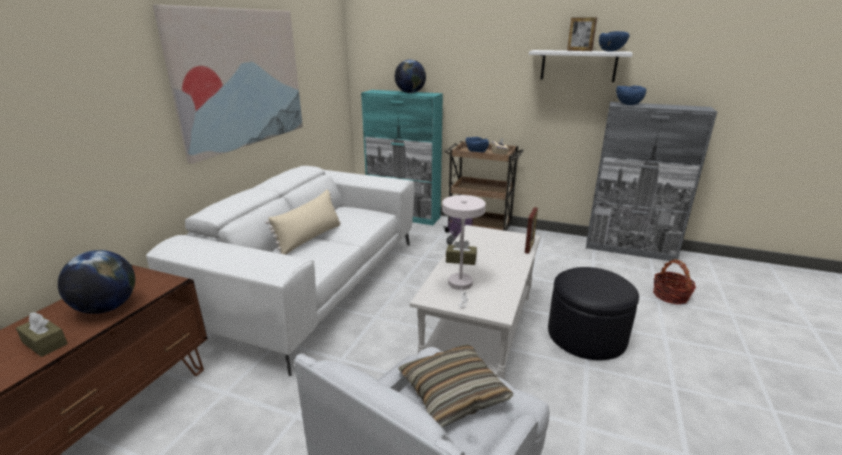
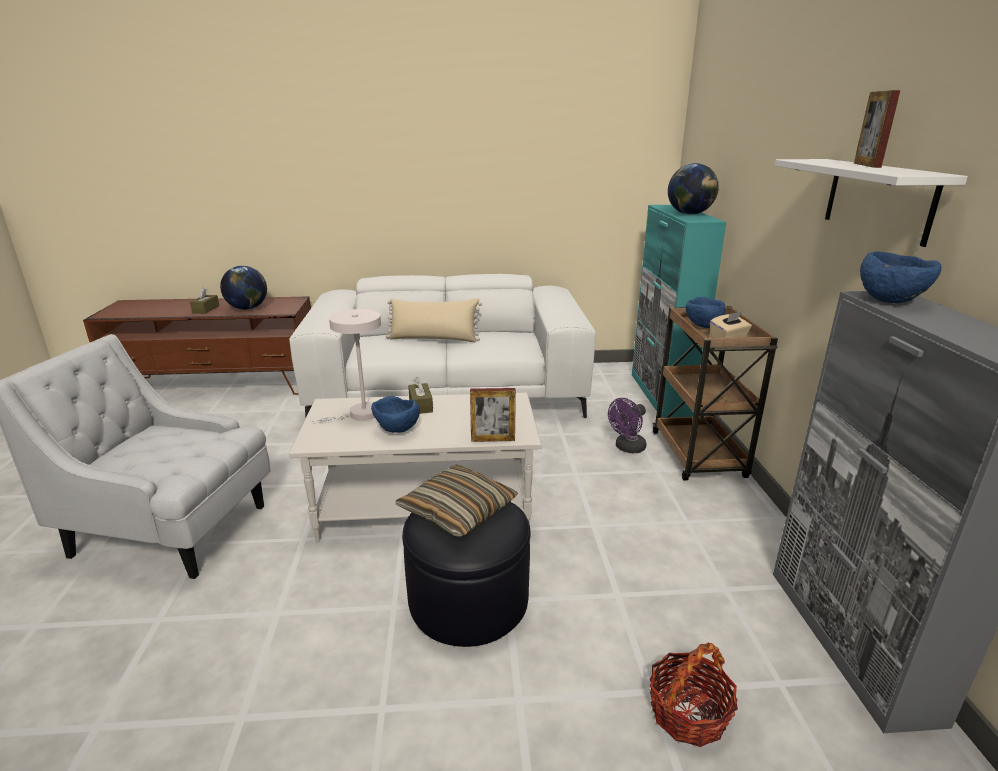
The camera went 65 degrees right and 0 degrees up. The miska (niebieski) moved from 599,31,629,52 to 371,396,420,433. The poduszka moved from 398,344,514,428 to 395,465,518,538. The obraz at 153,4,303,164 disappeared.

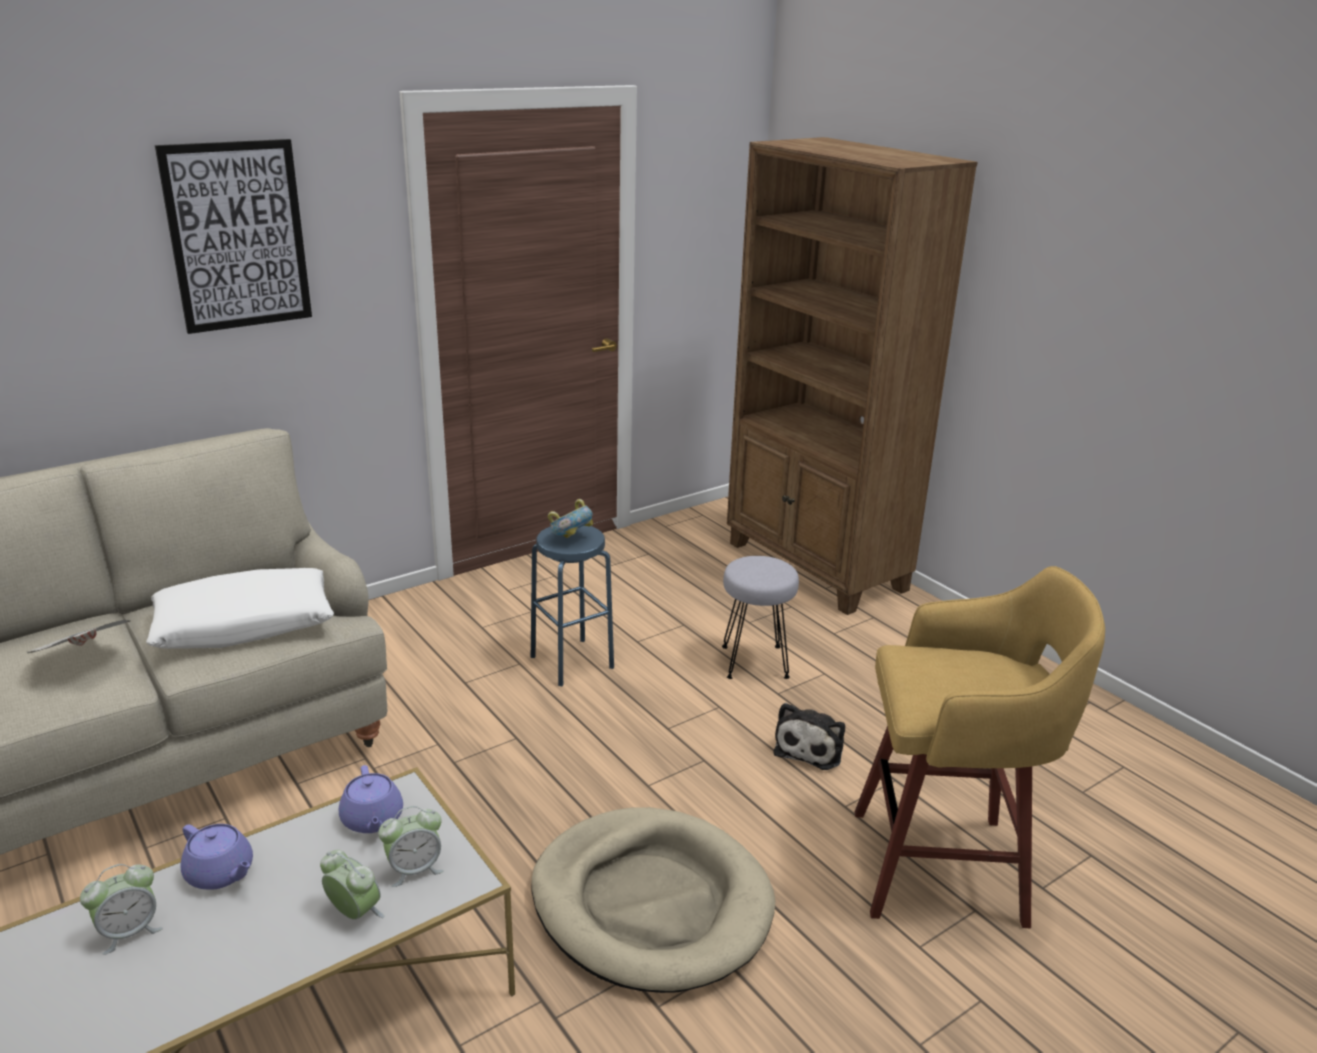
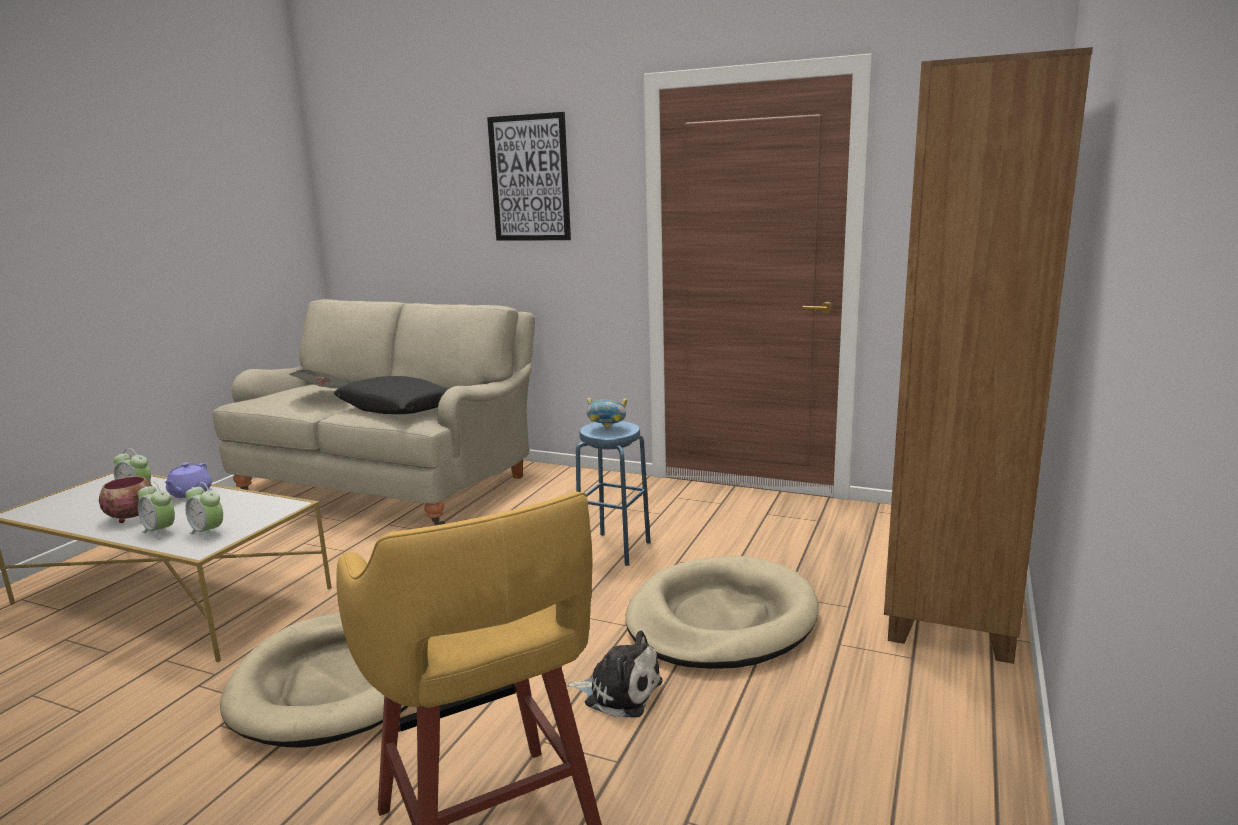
The camera went 60 degrees right and 10 degrees down. The miska at 99,476,152,523 appeared. The budzik at 320,849,384,920 turned 120 degrees clockwise. The poduszka (biały) at 146,568,334,649 became the poduszka (czarny) at 334,376,448,414. The pluszak at 773,703,845,770 turned 150 degrees counterclockwise. The stołek (szary) at 722,556,799,679 was replaced by the legowisko (beżowy) at 625,556,819,669. The imbryk (fioletowy) at 339,765,403,833 disappeared.

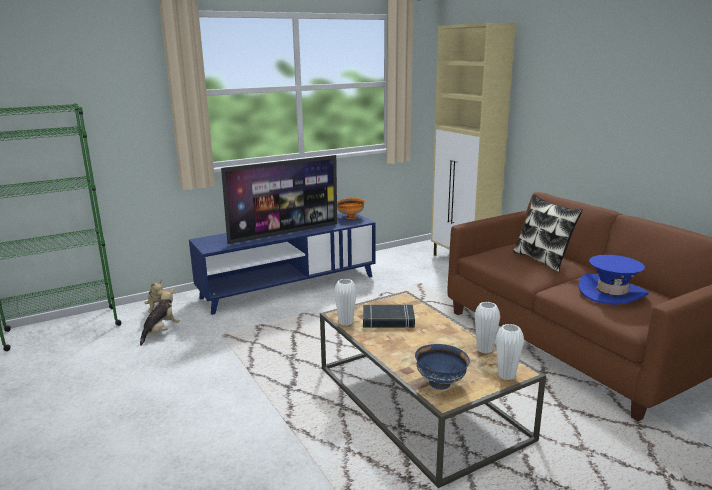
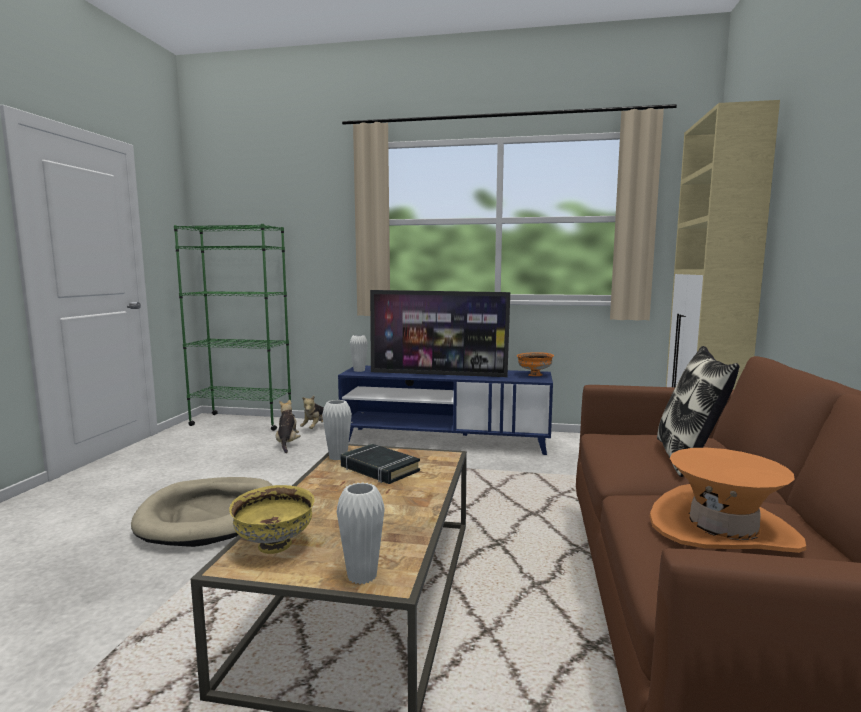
The camera went 40 degrees right and 10 degrees down. The legowisko (beżowy) at 131,477,273,547 appeared. The miska (niebieski) at 415,344,470,390 became the miska (żółty) at 229,485,315,554. The pluszak at 140,288,180,346 turned 75 degrees counterclockwise. The wazon (biały) moved from 475,302,500,354 to 350,335,368,372. The kapelusz (niebieski) at 578,255,648,305 became the kapelusz (pomarańczowy) at 650,448,806,553.

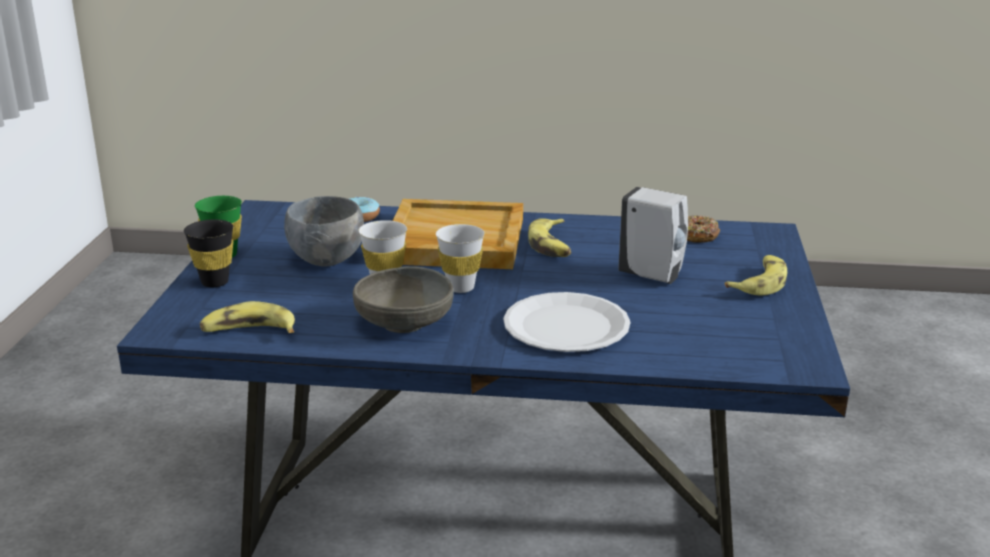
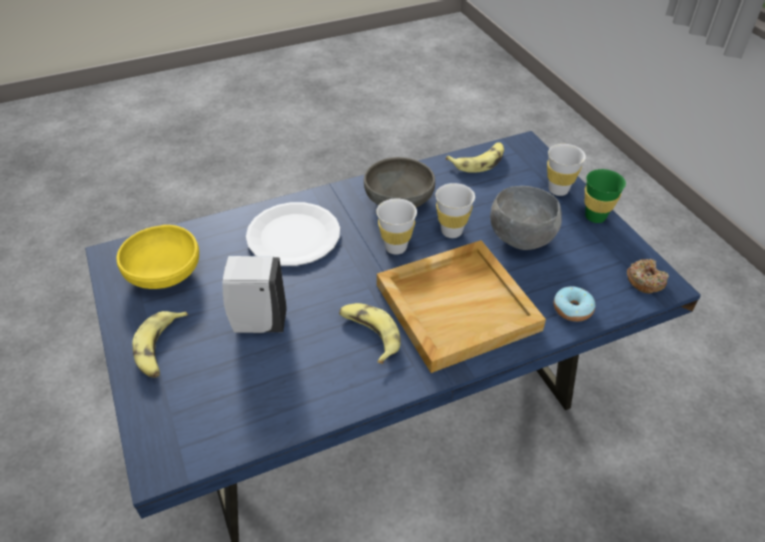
The camera went 150 degrees right and 20 degrees up. The miska (żółty) at 116,225,199,289 appeared. The filiżanka (czarny) at 184,219,233,287 became the filiżanka (biały) at 547,144,586,196. The donut moved from 687,215,720,243 to 627,259,669,293.

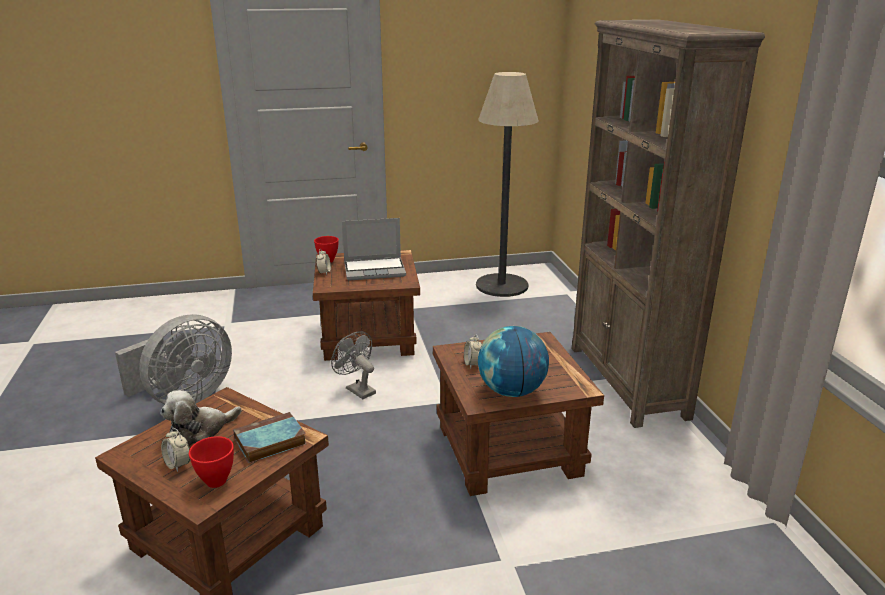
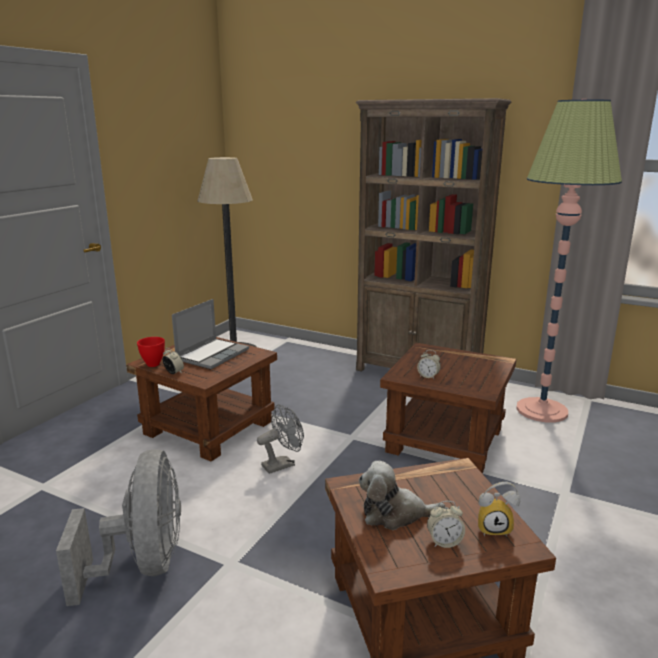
The camera went 50 degrees left and 5 degrees down. The wentylator (szary) at 331,331,376,399 turned 150 degrees clockwise. The pluszak at 160,390,241,446 turned 90 degrees clockwise. The miska (czerwony) at 189,436,234,488 was replaced by the budzik at 478,482,520,537. The lampa stojąca at 516,99,622,423 appeared. The książka at 233,412,307,463 disappeared. The globus at 478,326,549,397 disappeared.

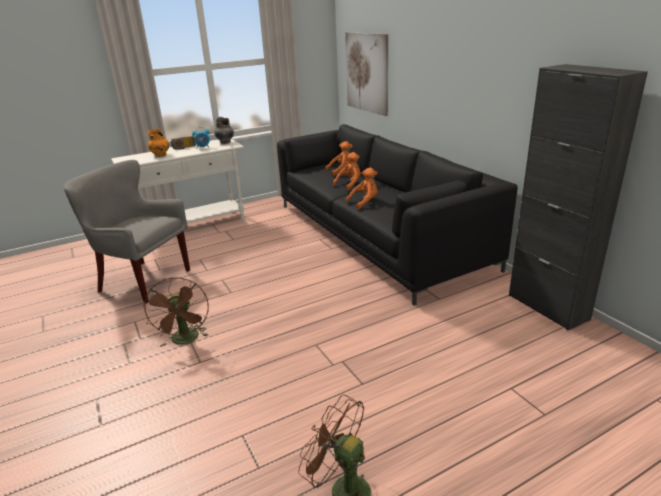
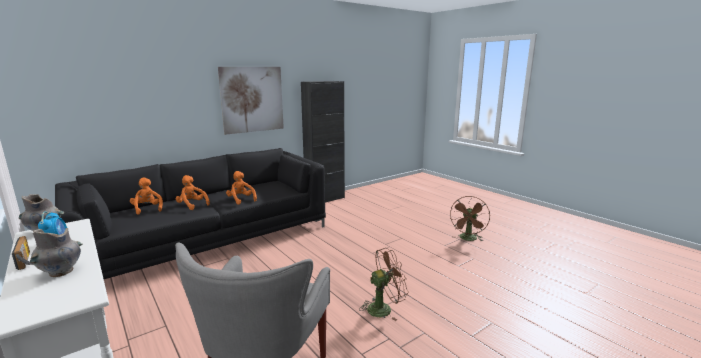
The camera went 100 degrees left and 10 degrees down. The wazon (pomarańczowy) at 148,129,169,157 became the wazon (szary) at 30,228,82,277. The obraz moved from 345,32,388,116 to 218,67,284,135.

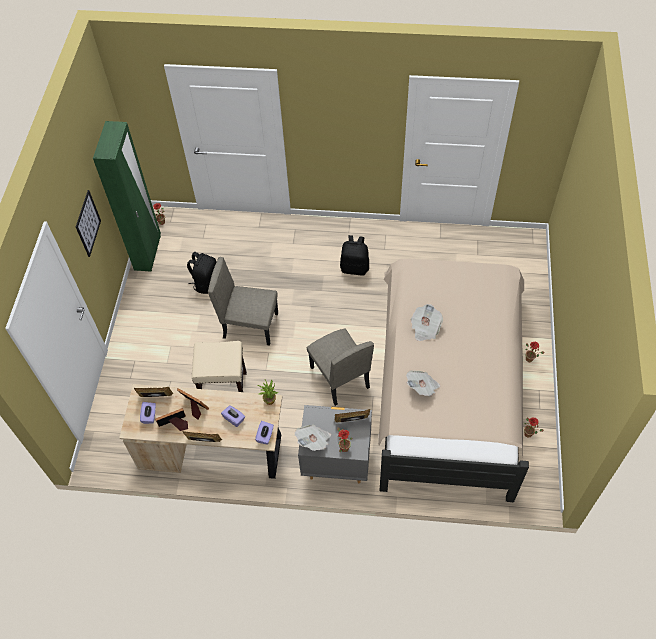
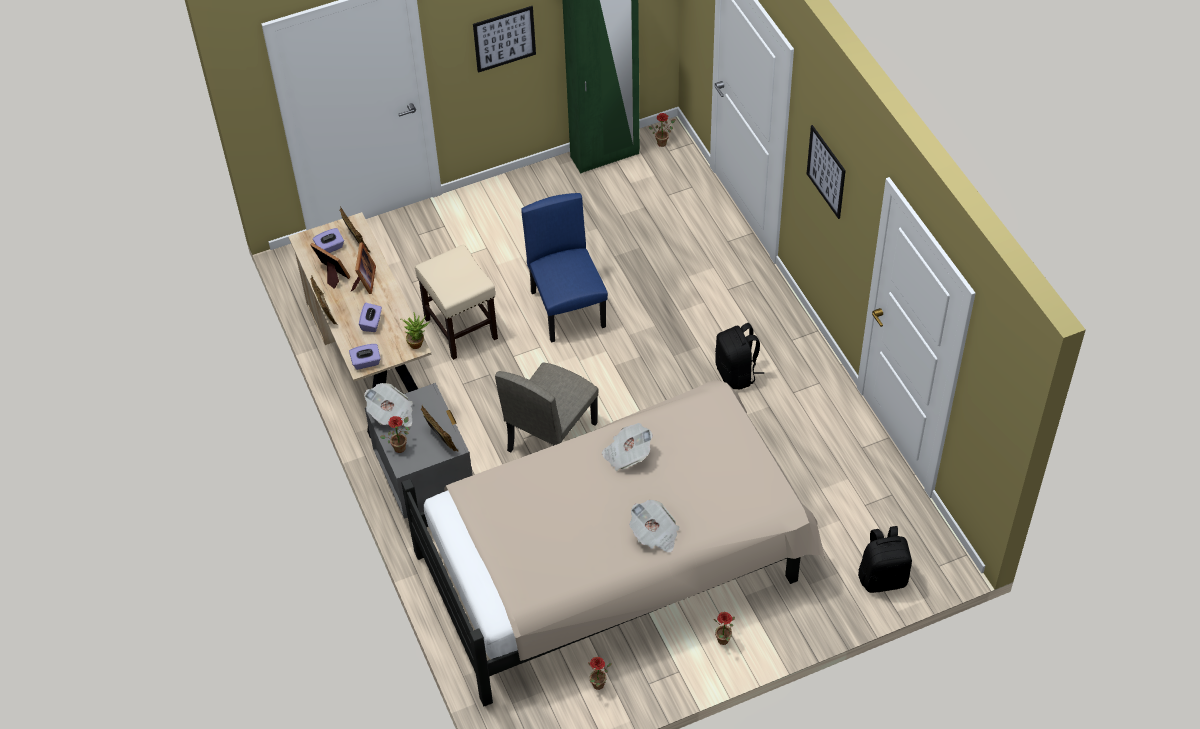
The camera went 60 degrees right and 5 degrees down. The krzesło (beżowy) at 208,257,278,346 became the krzesło (niebieski) at 521,193,608,342. The gazeta moved from 406,370,440,397 to 629,500,679,553. The obraz at 807,125,846,219 appeared. The plecak (czarny) moved from 187,252,216,294 to 858,526,912,593.

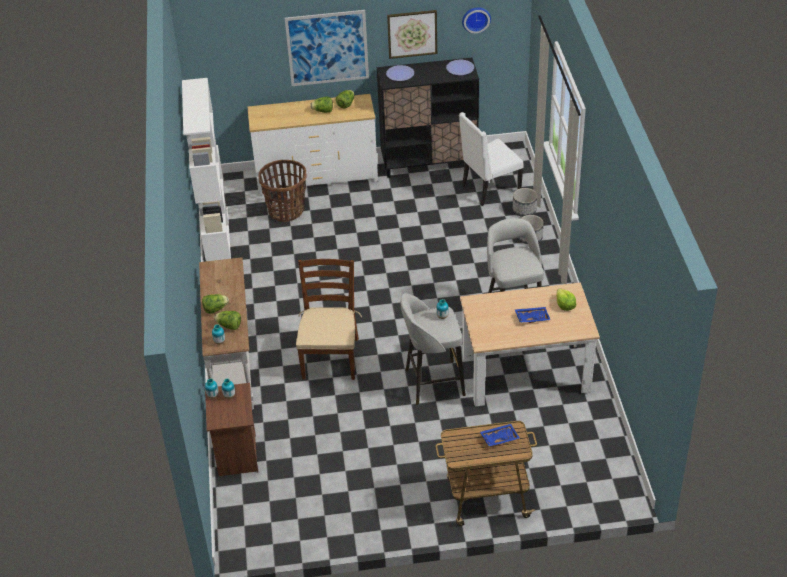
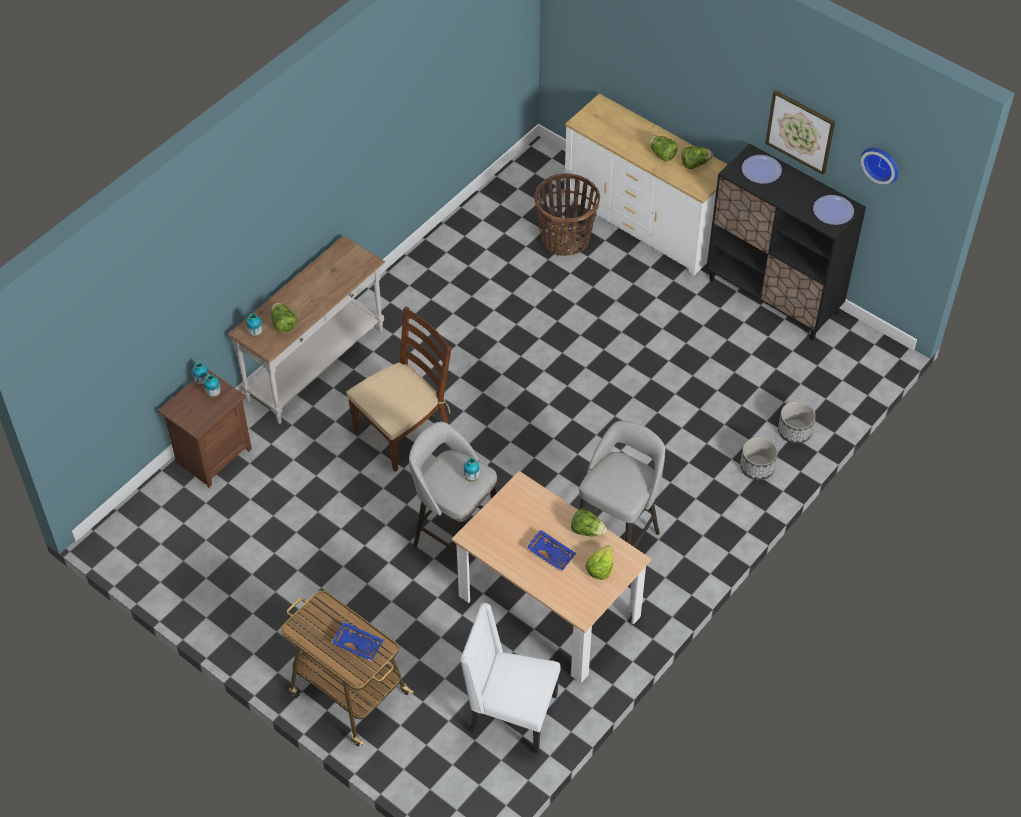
The camera went 45 degrees right and 10 degrees up. The krzesło (biały) moved from 459,112,524,206 to 460,603,561,754. The sałata moved from 202,294,229,314 to 571,508,607,537. The regał (biały) at 182,78,231,261 disappeared. The obraz at 285,10,369,86 disappeared.

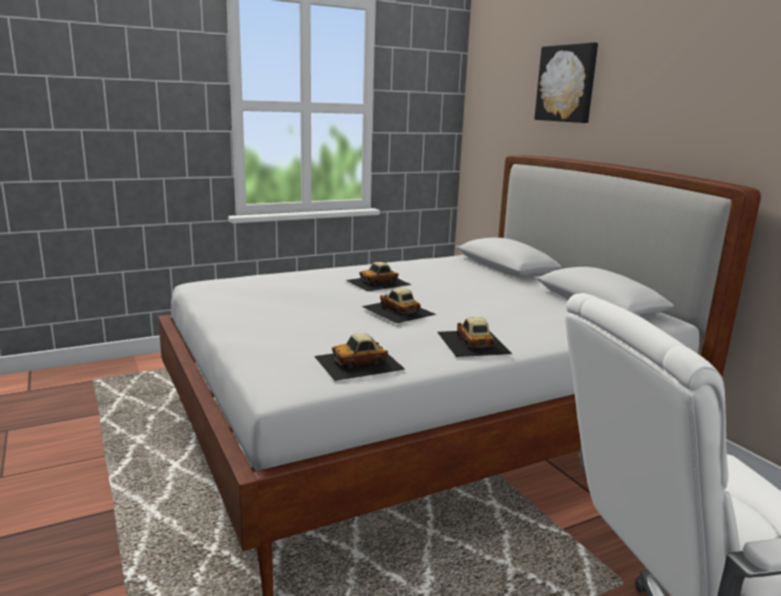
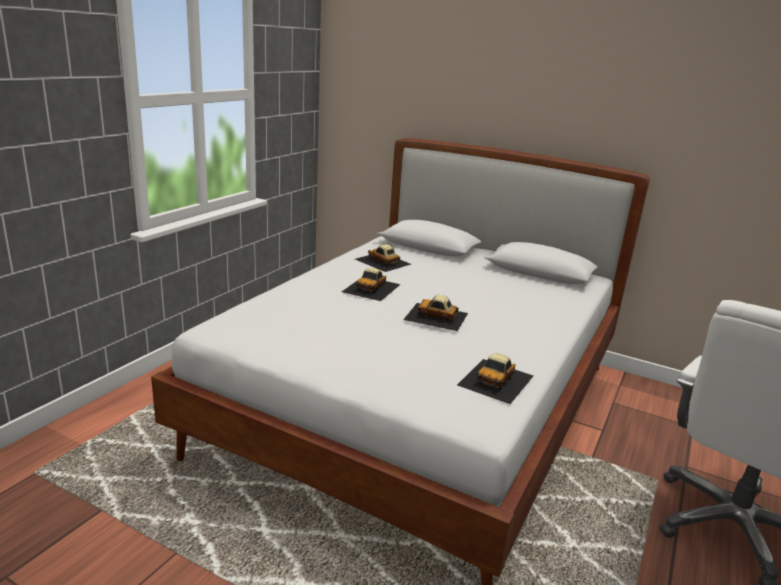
The camera went 35 degrees left and 5 degrees up. The samochodzik moved from 437,317,512,357 to 355,244,411,272. The obraz at 534,42,598,123 disappeared.

